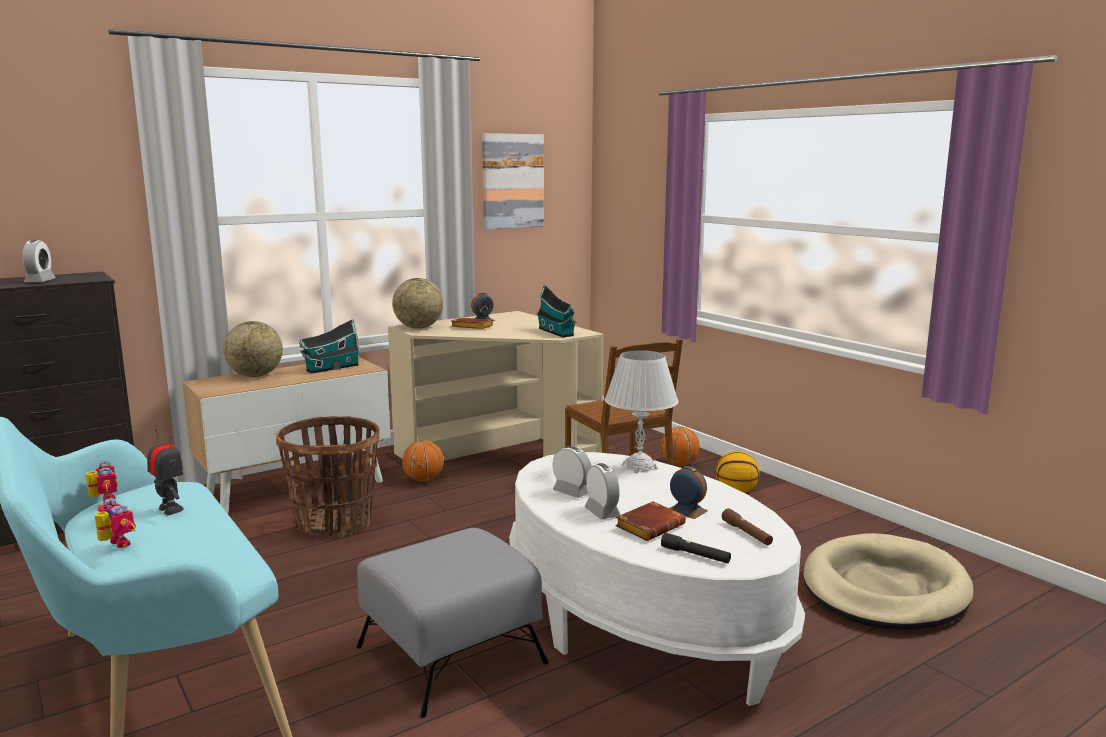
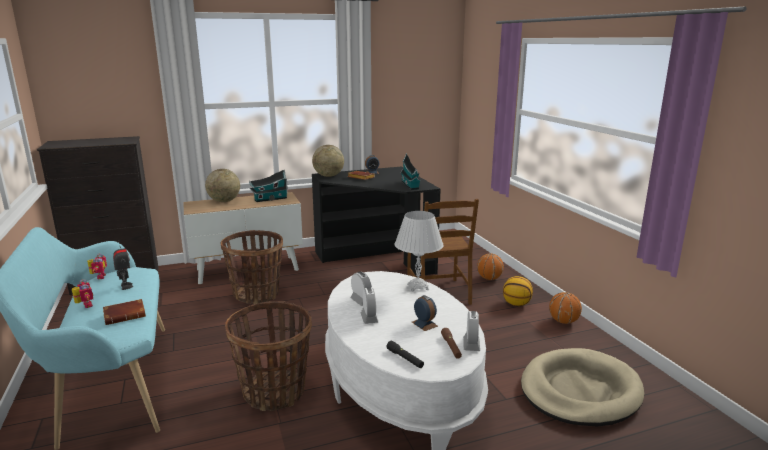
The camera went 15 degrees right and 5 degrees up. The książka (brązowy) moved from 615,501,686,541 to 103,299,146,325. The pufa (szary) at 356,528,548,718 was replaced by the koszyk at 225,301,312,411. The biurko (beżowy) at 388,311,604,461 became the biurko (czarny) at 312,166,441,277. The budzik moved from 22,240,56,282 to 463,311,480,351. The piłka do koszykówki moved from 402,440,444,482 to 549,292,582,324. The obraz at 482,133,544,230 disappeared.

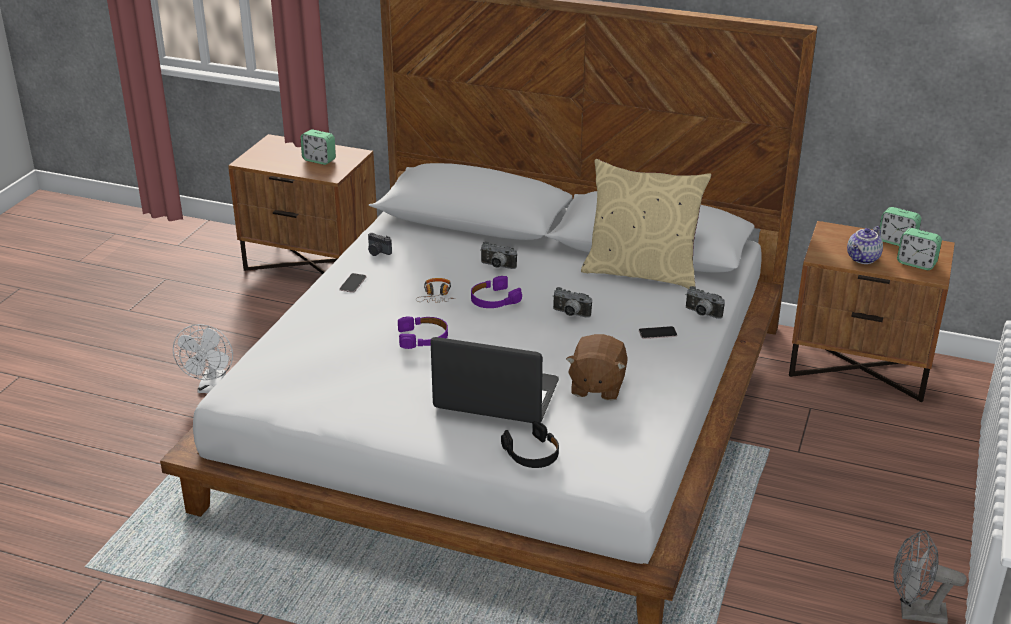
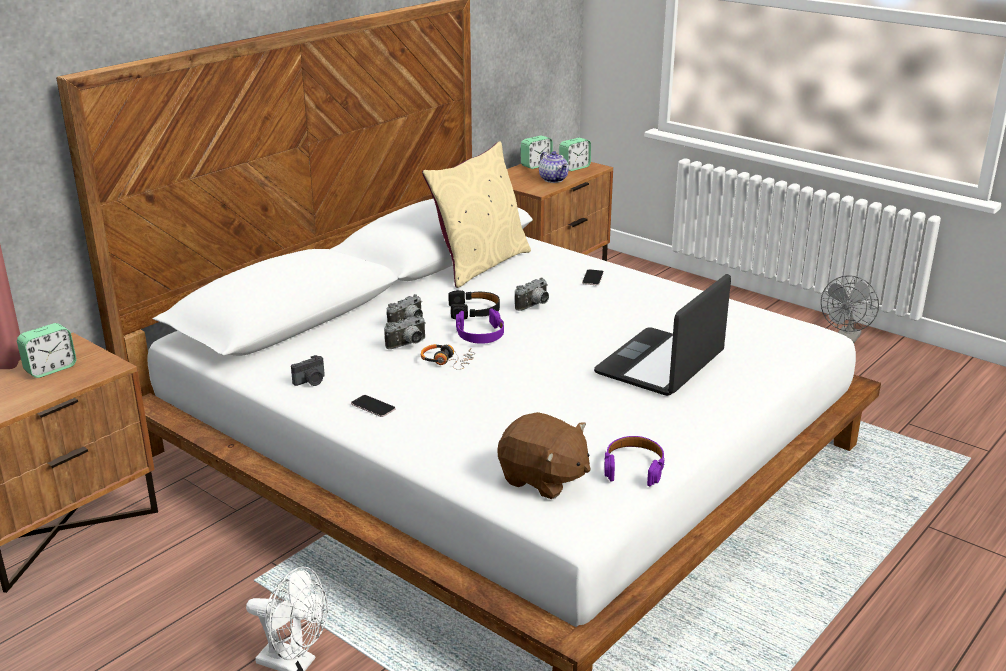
The camera went 70 degrees left and 5 degrees down. The aparat fotograficzny moved from 686,286,725,319 to 384,315,426,349. The słuchawki (czarny) moved from 501,421,559,468 to 448,290,500,320. The pluszak (brązowy) moved from 566,334,627,401 to 497,412,591,499. The słuchawki (fioletowy) moved from 398,316,448,349 to 604,436,665,486.

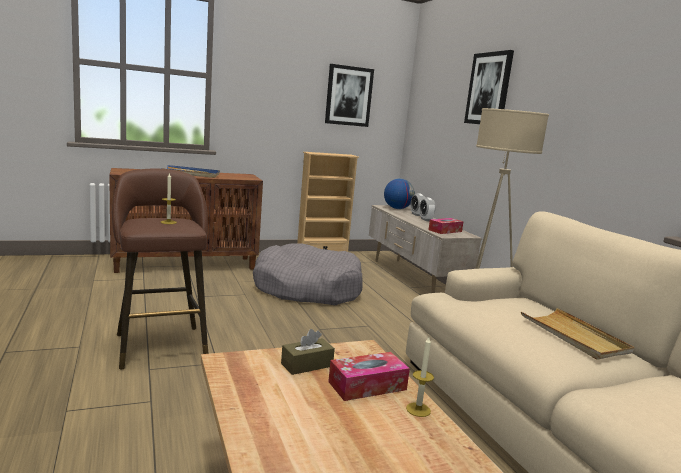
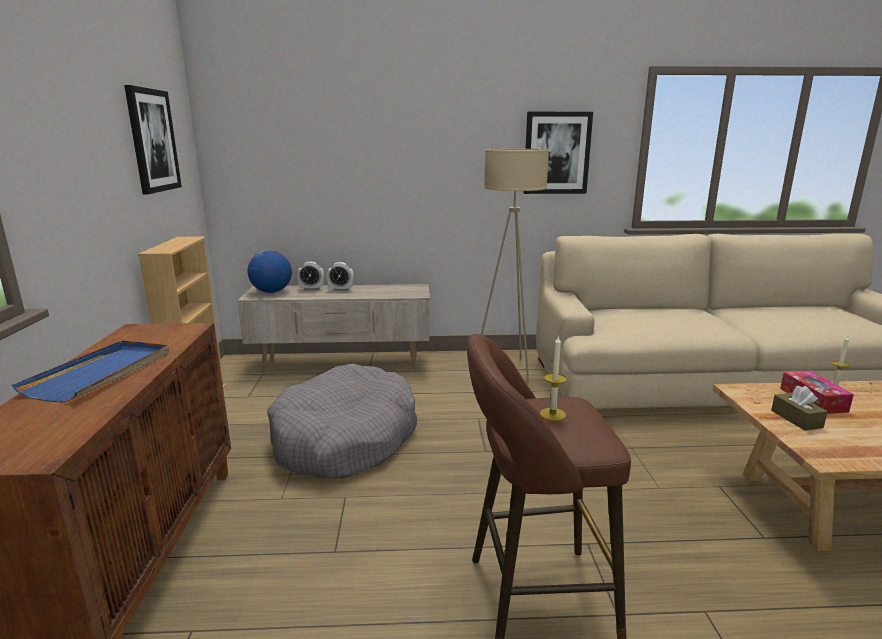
The camera went 70 degrees left and 5 degrees up. The obraz moved from 464,50,514,124 to 523,112,593,194. The pudełko chusteczek at 428,218,464,234 disappeared. The taca (beżowy) at 521,308,634,360 disappeared.

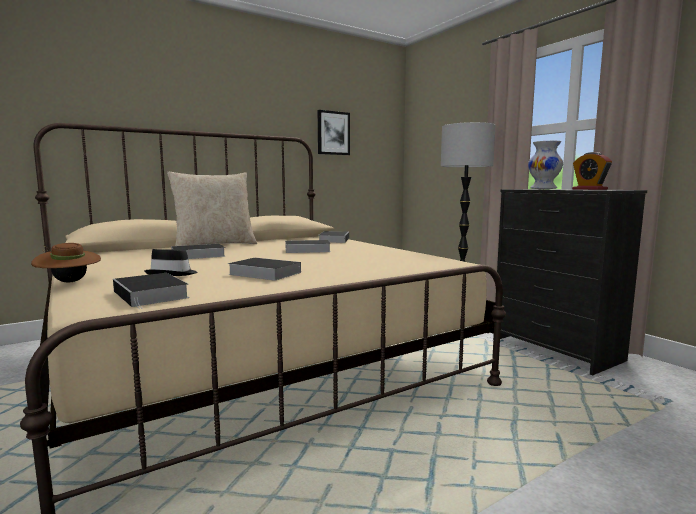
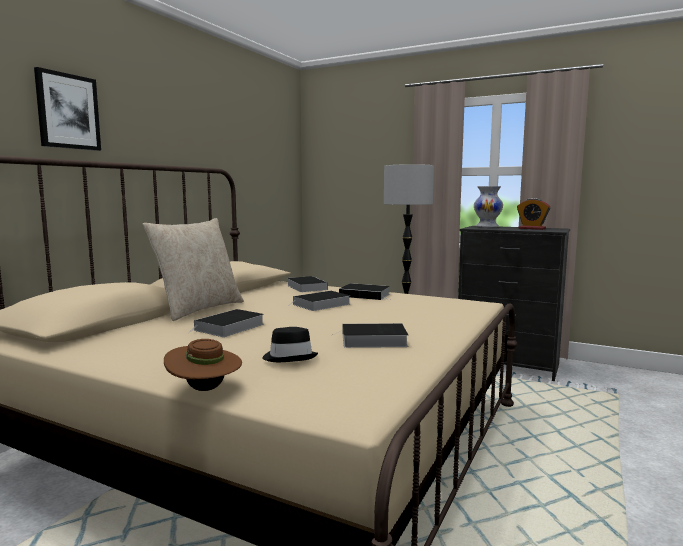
The camera went 30 degrees left and 0 degrees up. The obraz moved from 318,110,350,155 to 34,67,101,151. The książka moved from 113,273,189,309 to 339,283,390,300.

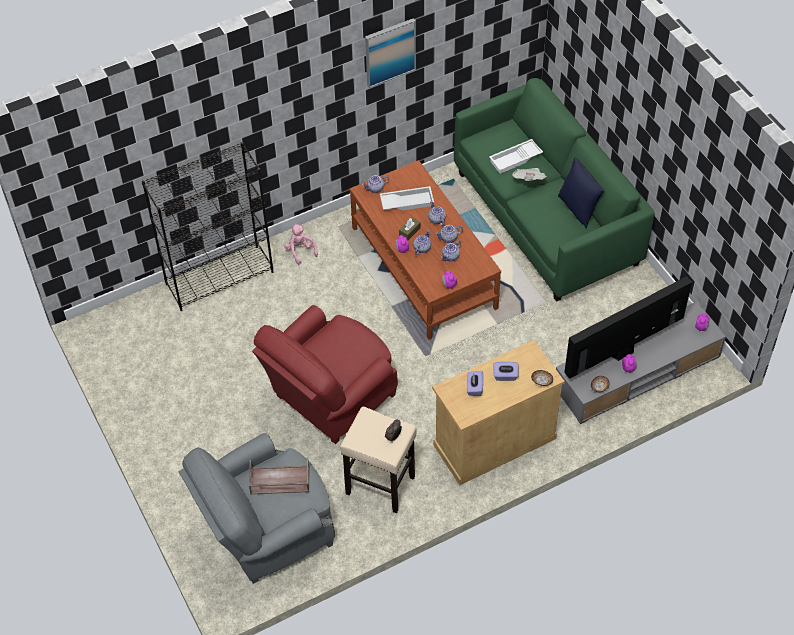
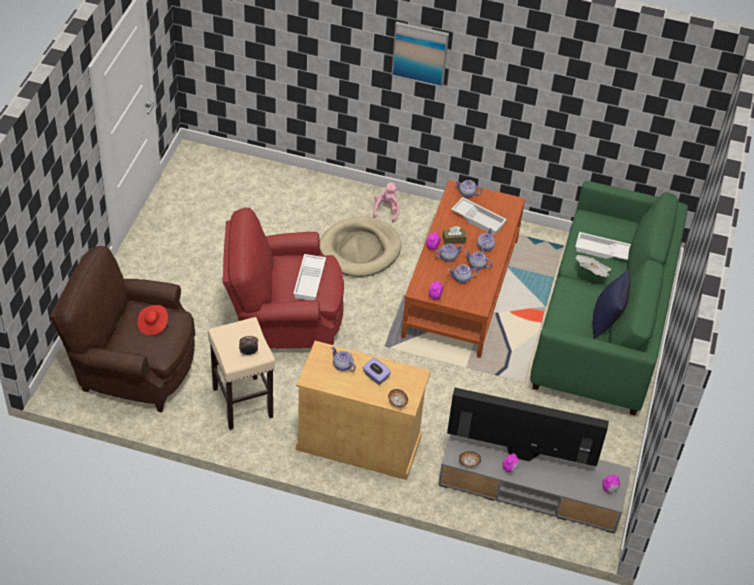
The camera went 40 degrees right and 5 degrees down. The fotel (szary) at 179,433,335,584 became the fotel (brązowy) at 49,246,195,413. The taca (brązowy) at 249,458,310,494 was replaced by the kapelusz (czerwony) at 137,305,168,335. The taca (biały) at 293,254,326,300 appeared. The legowisko (beżowy) at 320,217,402,277 appeared. The pudełko chusteczek (fioletowy) at 467,371,483,396 was replaced by the imbryk at 331,347,356,372. The obraz moved from 365,18,416,88 to 391,21,449,87. The regał (czarny) at 142,142,273,311 disappeared.

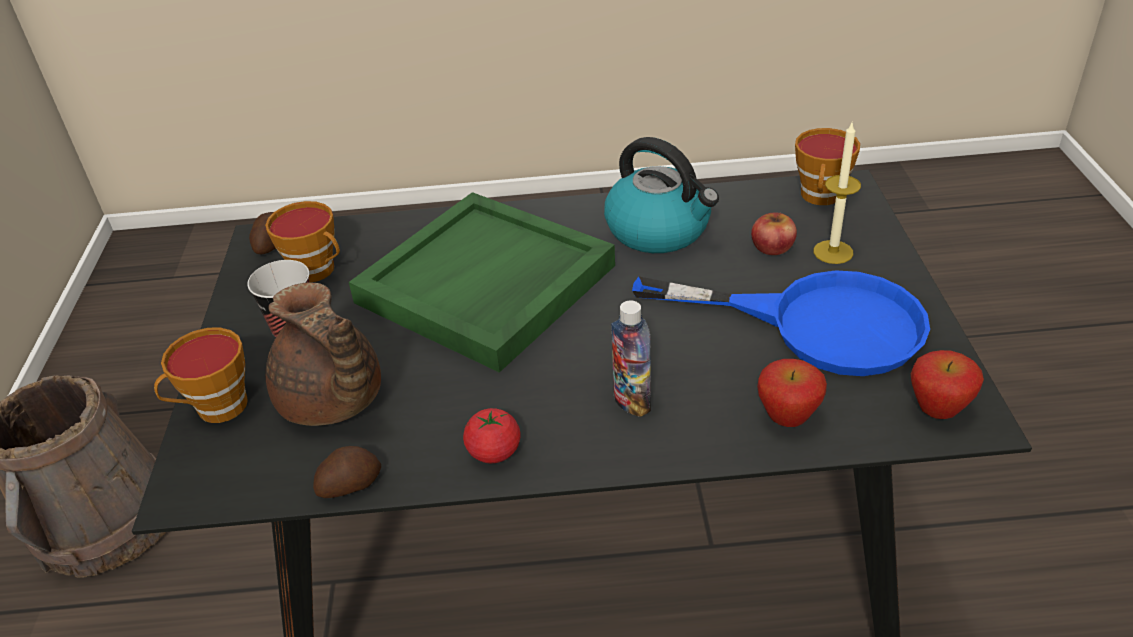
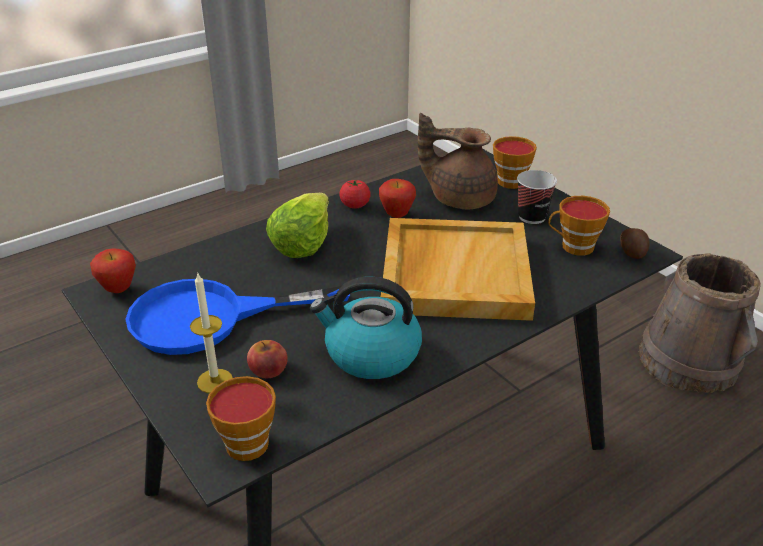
The camera went 145 degrees right and 5 degrees down. The butelka at 611,301,651,417 was replaced by the sałata at 266,193,329,258. The jabłko moved from 757,359,827,427 to 379,179,416,218. The taca (zielony) at 349,192,615,373 became the taca (beżowy) at 381,218,535,321. The ziemniak at 313,446,381,498 disappeared.

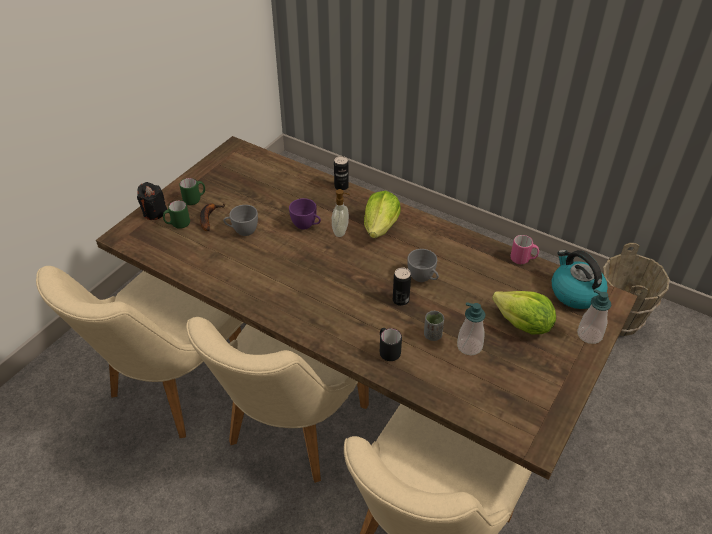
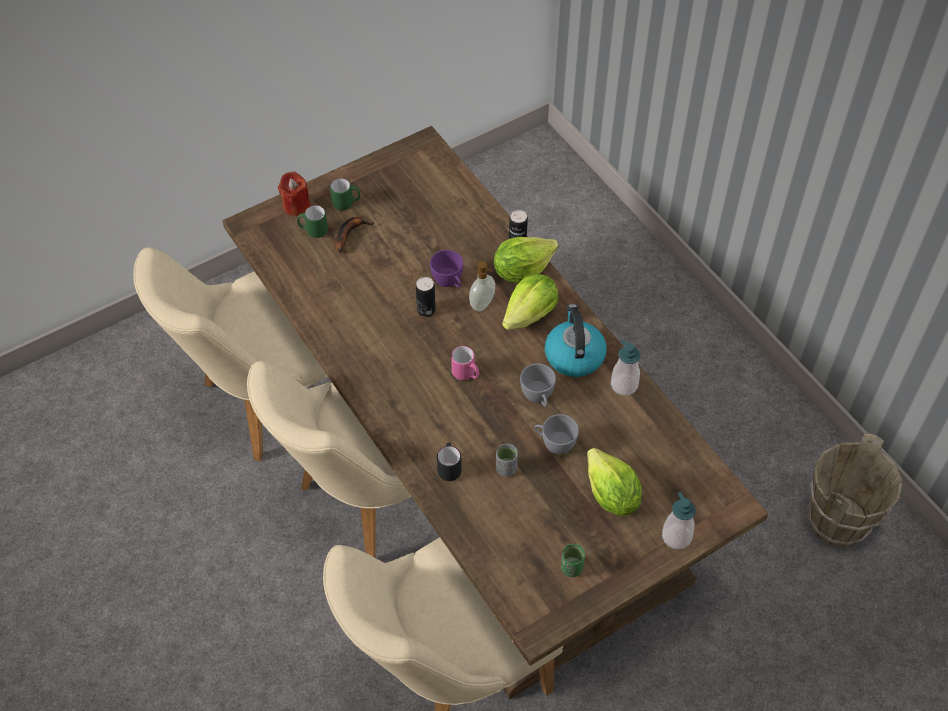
The camera went 25 degrees right and 10 degrees up. The świeca (czarny) at 137,182,167,220 became the świeca (czerwony) at 278,172,311,216. The puszka moved from 393,267,411,306 to 416,277,436,317. The kubek (różowy) moved from 510,235,539,264 to 451,346,479,380. The sałata at 494,237,558,283 appeared. The filiżanka (szary) moved from 223,205,258,236 to 534,414,579,454. The czajnik moved from 552,250,608,309 to 545,304,606,377. The filiżanka (zielony) at 561,544,585,577 appeared. The dozownik mydła moved from 457,302,485,355 to 611,340,640,396.

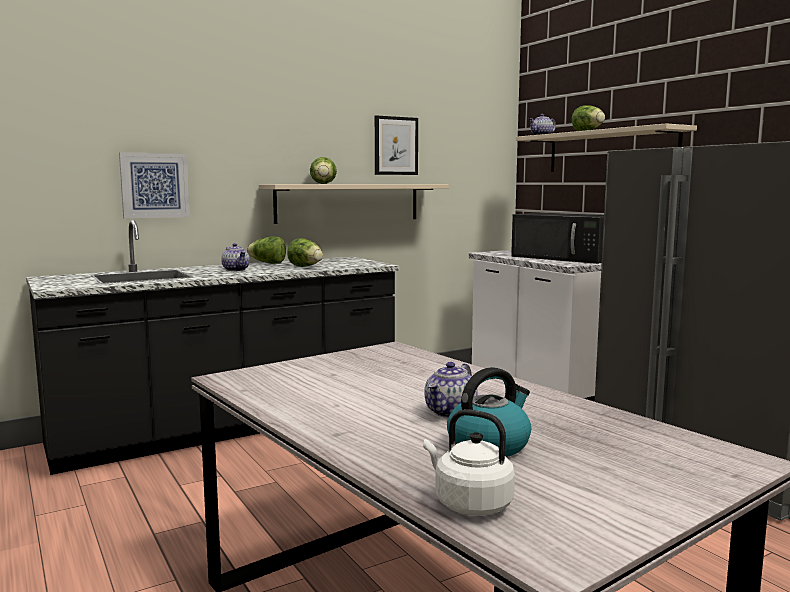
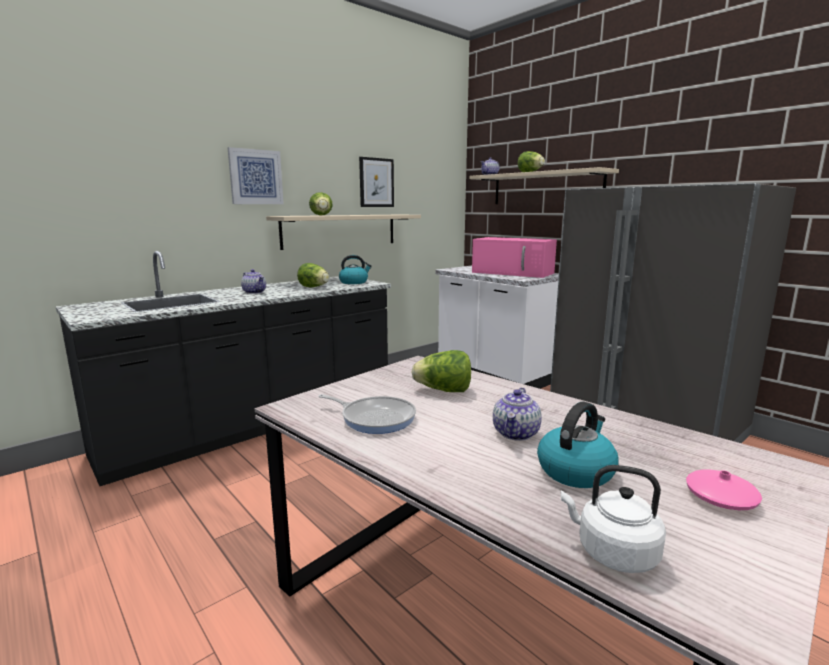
The camera went 10 degrees left and 5 degrees up. The obraz moved from 119,152,190,219 to 228,147,284,204. The patelnia at 318,394,416,434 appeared. The czajnik at 339,255,372,284 appeared. The sałata moved from 247,236,286,264 to 412,350,471,392. The mikrofalówka (czarny) at 511,213,604,264 became the mikrofalówka (różowy) at 472,237,557,278. The wazon (różowy) at 686,469,762,510 appeared.

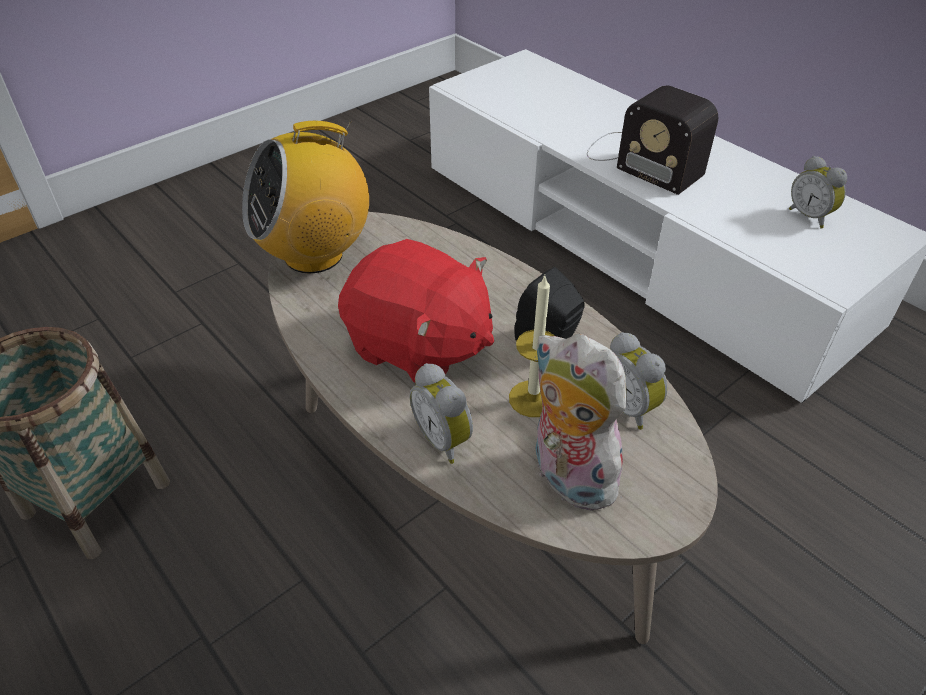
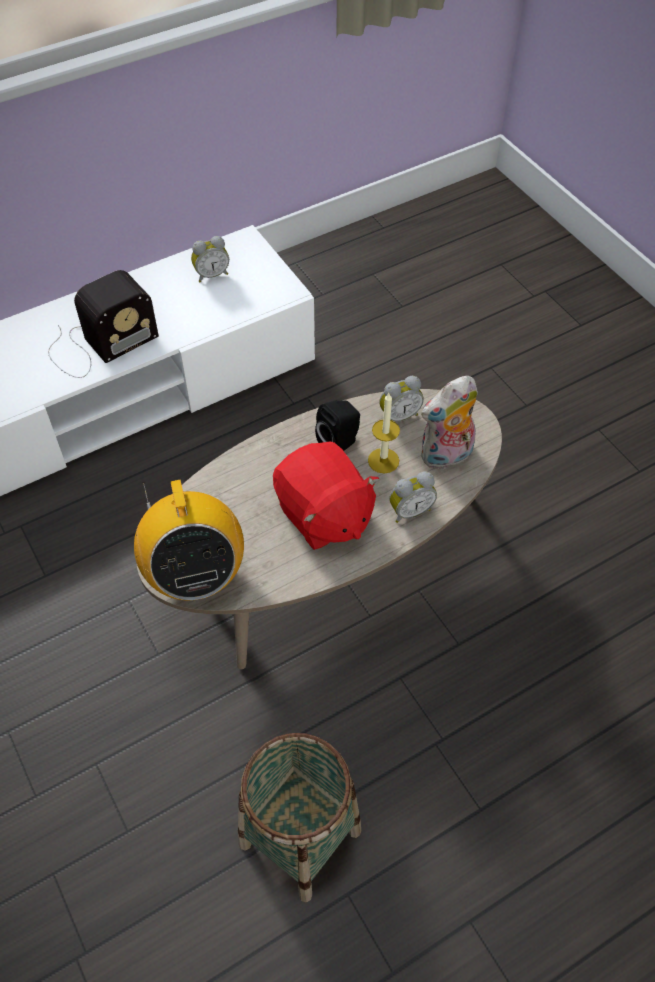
The camera went 80 degrees left and 10 degrees up. The pluszak (czerwony) at 338,239,494,382 turned 105 degrees clockwise.

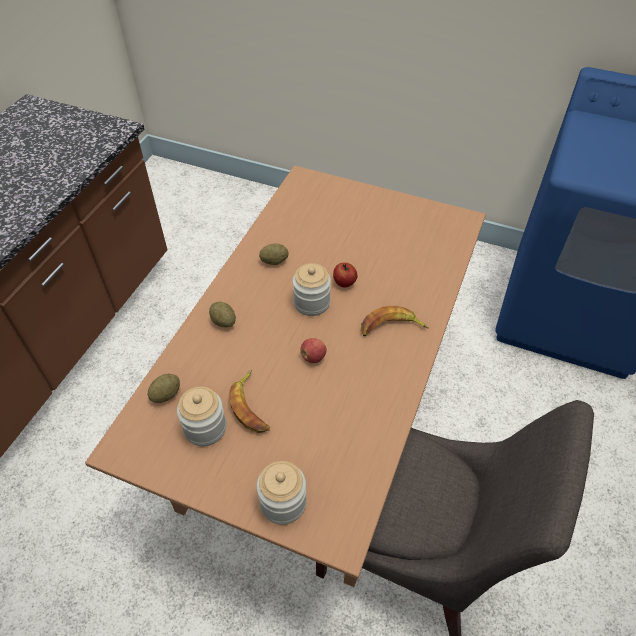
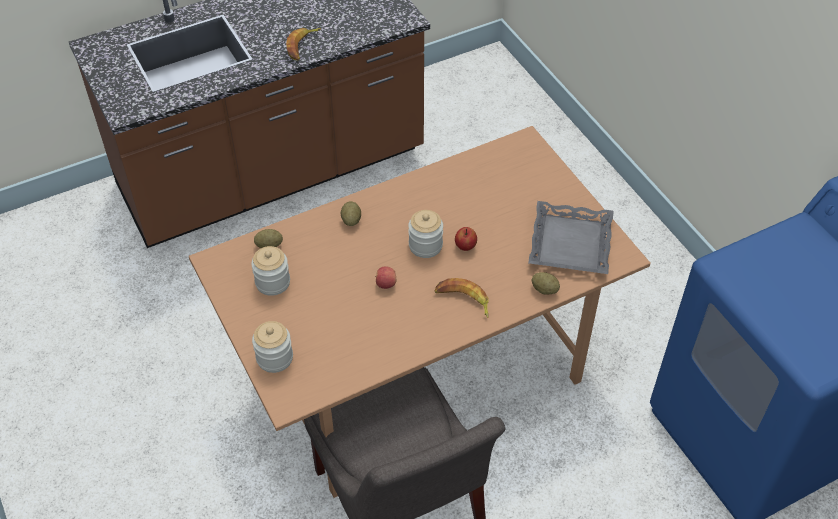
The camera went 40 degrees right and 0 degrees up. The banan moved from 229,370,270,433 to 286,28,322,60. The taca (szary) at 528,201,614,274 appeared. The ziemniak moved from 259,243,289,265 to 532,272,560,294.

